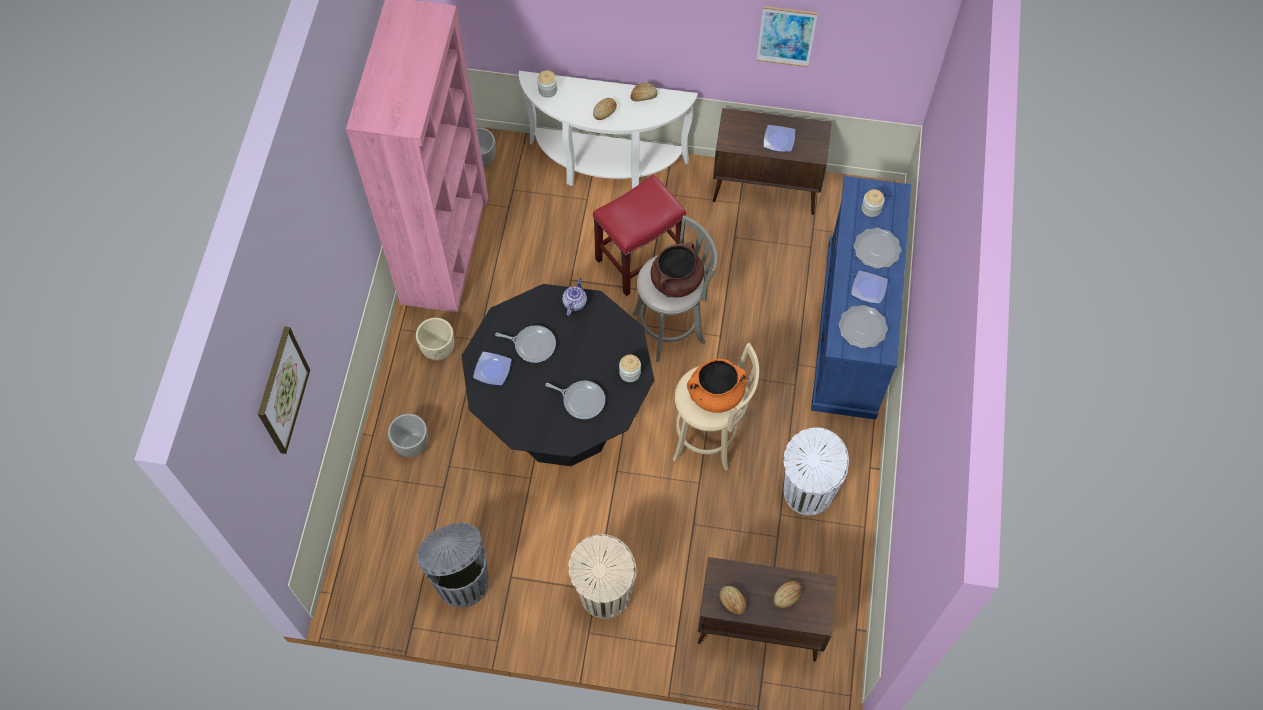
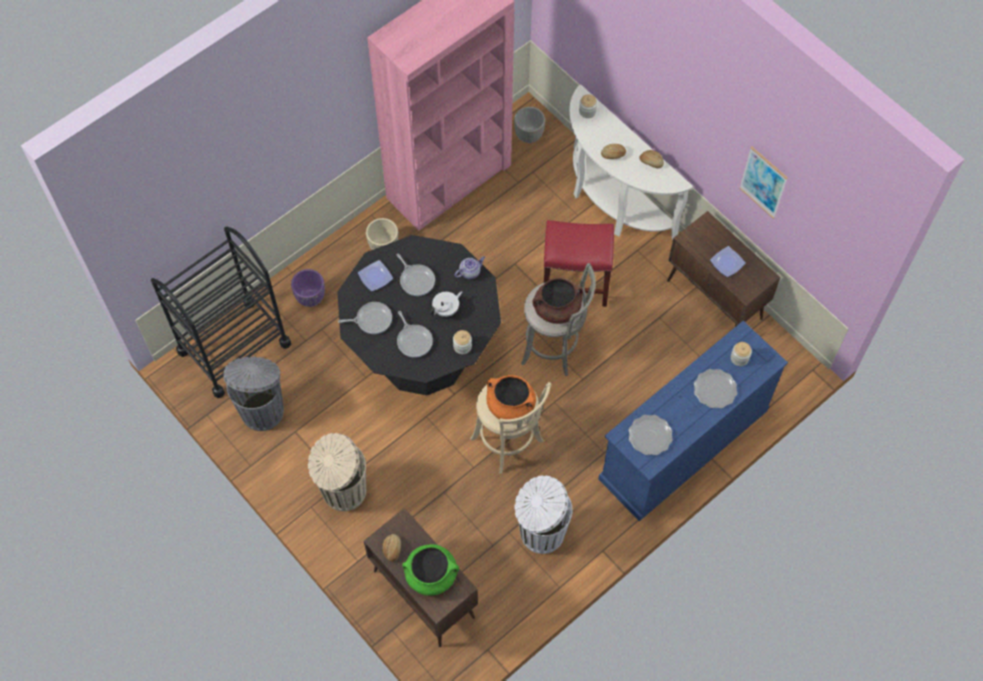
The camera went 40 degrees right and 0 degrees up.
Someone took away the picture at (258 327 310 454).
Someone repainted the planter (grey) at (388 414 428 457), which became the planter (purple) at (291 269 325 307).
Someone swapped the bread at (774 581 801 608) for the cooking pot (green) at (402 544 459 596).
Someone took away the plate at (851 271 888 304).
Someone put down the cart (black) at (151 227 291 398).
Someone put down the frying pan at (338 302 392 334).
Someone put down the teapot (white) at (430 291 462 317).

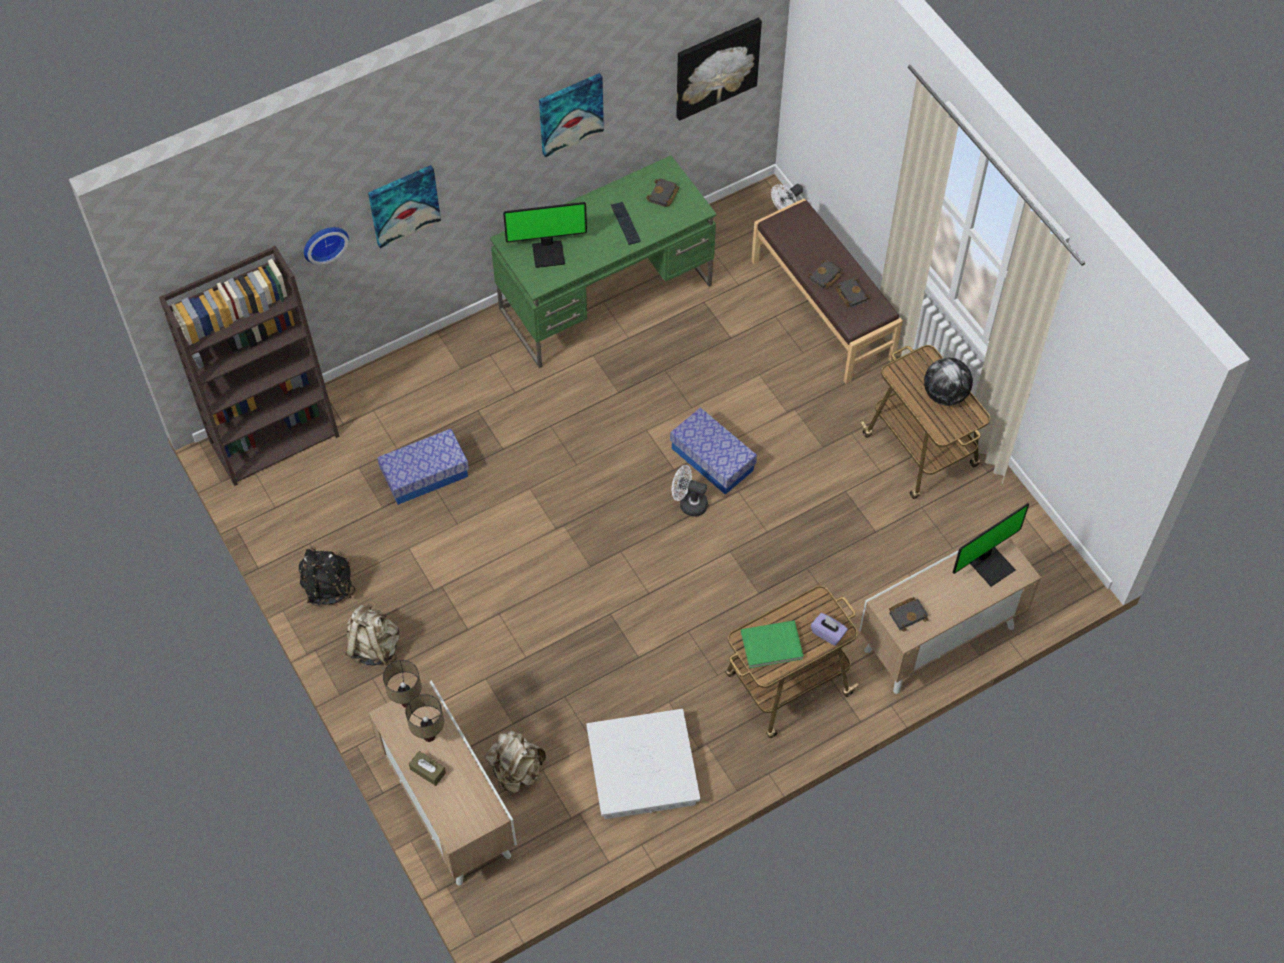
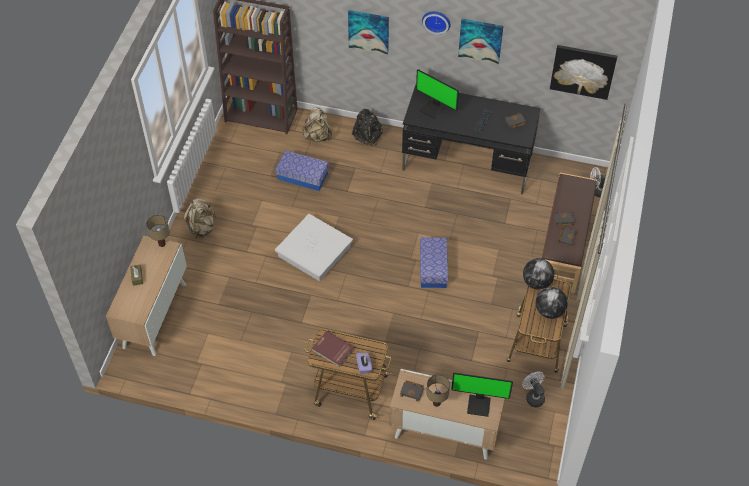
The camera went 45 degrees right and 5 degrees down.
Someone carried the backpack (black) from (299 547 356 606) to (352 109 383 146).
Someone carried the wall clock from (304 227 349 265) to (422 11 450 35).
Someone carried the table lamp from (405 694 444 742) to (426 374 450 407).
Someone carried the backpack (beige) from (486 730 546 793) to (302 107 332 142).
Someone repainted the desk (green) at (490 155 716 368), which became the desk (black) at (402 85 541 195).
Someone carried the storage box (white) from (586 709 700 819) to (275 214 353 281).
Someone carried the fan (white) from (671 465 708 517) to (522 372 545 407).
Someone repainted the book (green) at (741 620 804 668), which became the book (red) at (312 331 355 367).
Someone put down the globe at (523 258 554 290).

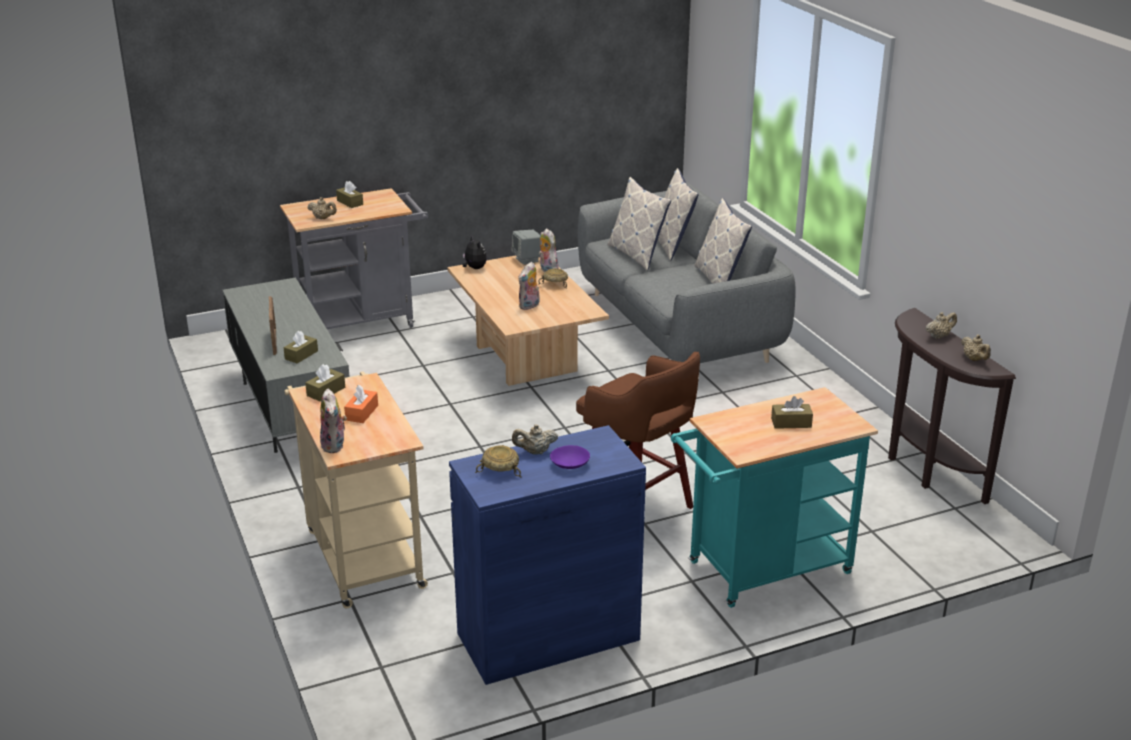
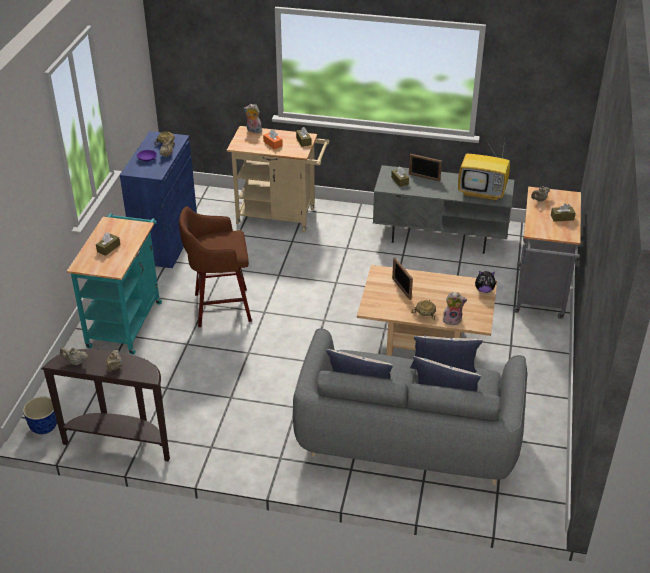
The camera went 125 degrees right and 10 degrees up.
Someone took away the speaker (grey) at (512 230 540 265).
Someone swapped the plush toy at (518 262 540 310) for the picture frame at (392 257 413 300).
Someone put down the planter at (23 396 57 434).
Someone put down the television at (458 140 510 201).

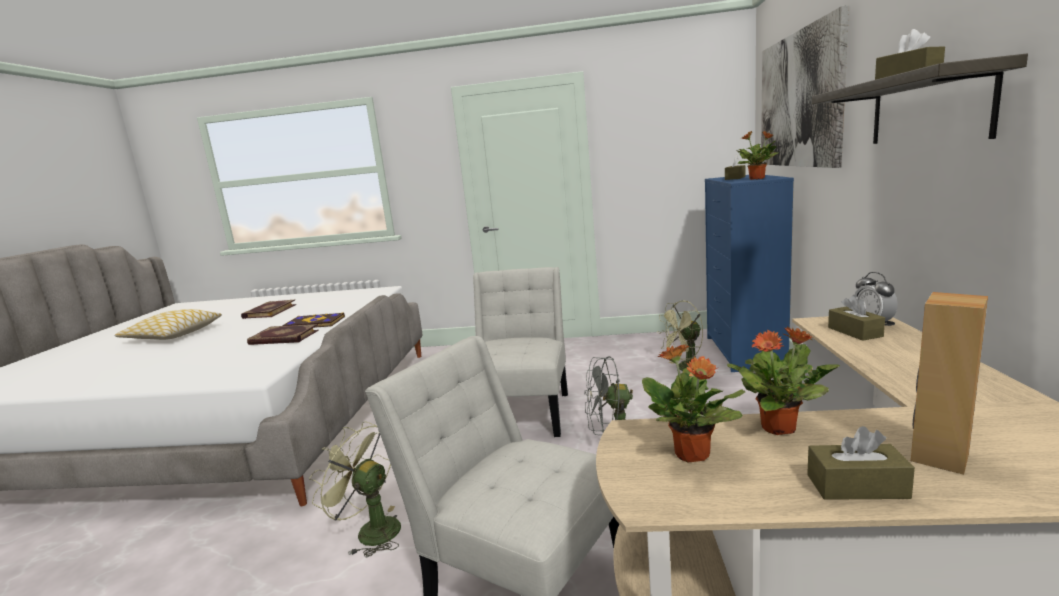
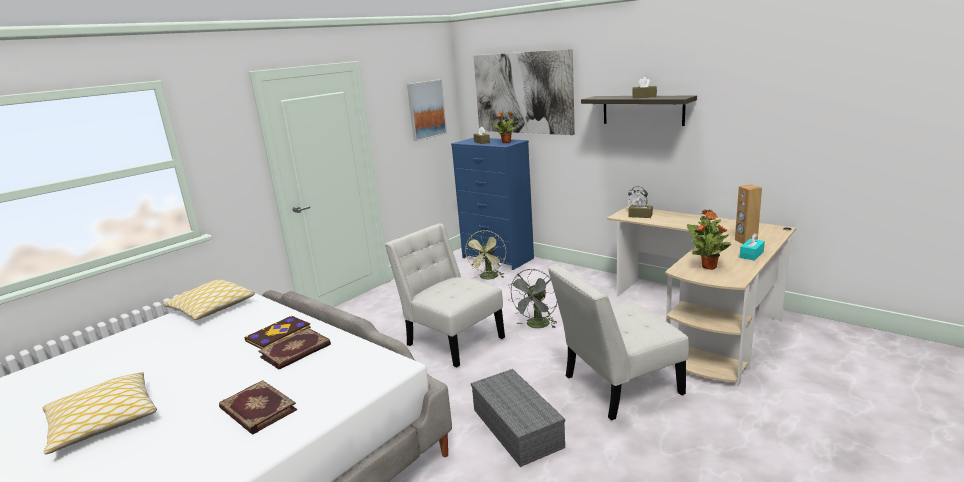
The camera went 55 degrees left and 5 degrees up.
Someone carried the book from (241 300 296 319) to (219 380 297 435).
Someone swapped the fan (green) at (309 421 401 557) for the storage box (grey) at (471 369 565 467).
Someone repainted the tissue box (brown) at (807 426 915 500), which became the tissue box (turquoise) at (740 233 765 261).
Someone put down the pillow at (163 280 255 320).
Someone put up the picture at (407 79 447 141).

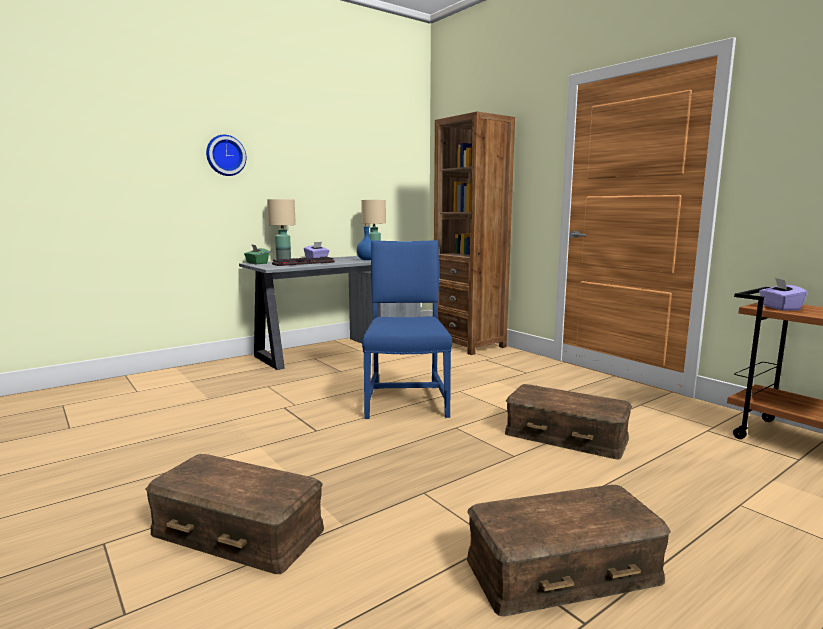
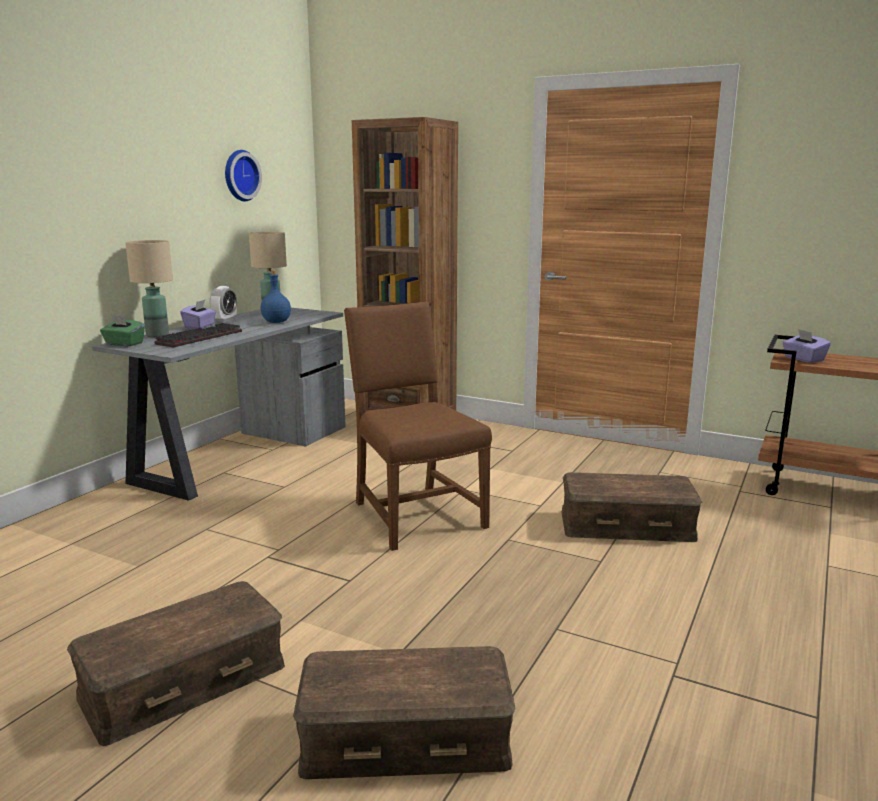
The camera went 25 degrees left and 5 degrees up.
Someone carried the wall clock from (206 135 246 176) to (225 150 262 201).
Someone repainted the chair (blue) at (362 240 452 419), which became the chair (brown) at (344 301 492 551).
Someone carried the storage box (brown) from (467 485 671 616) to (67 581 285 746).
Someone put down the alarm clock at (210 286 237 322).

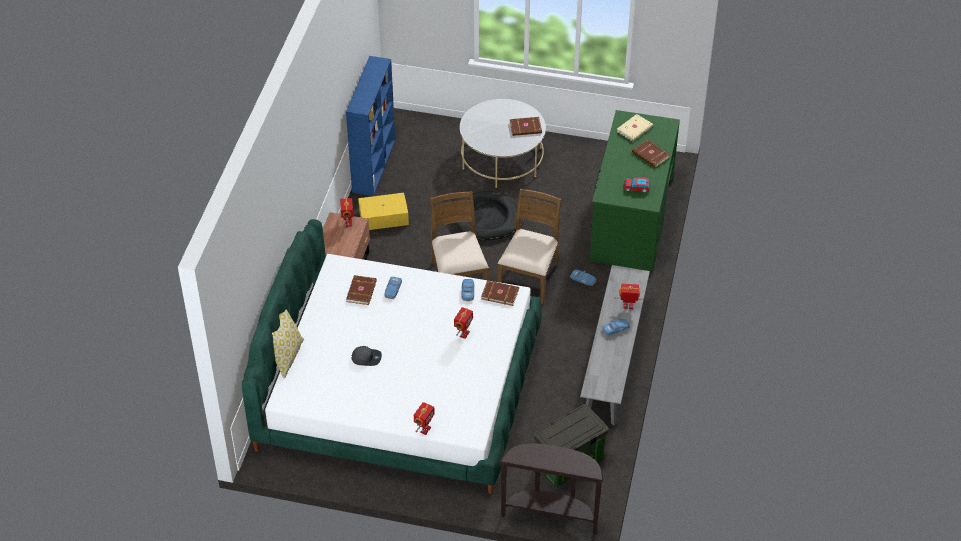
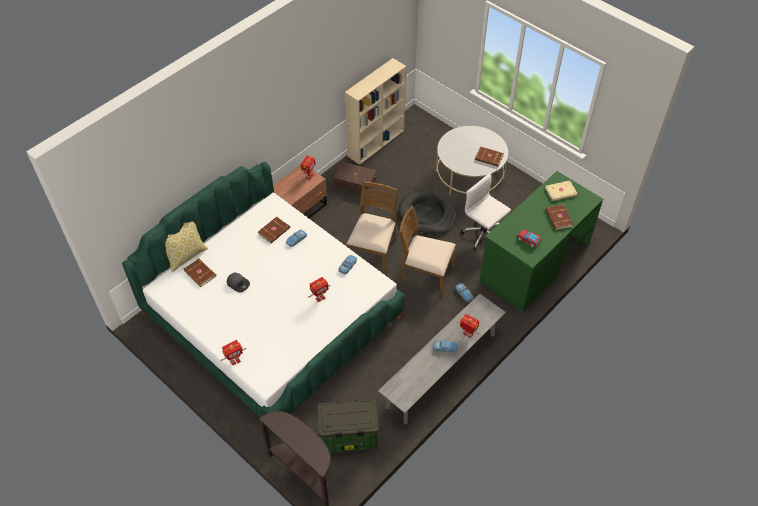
The camera went 30 degrees right and 5 degrees up.
Someone repainted the bookcase (blue) at (346 56 395 196), which became the bookcase (beige) at (345 58 406 165).
Someone repainted the storage box (yellow) at (358 193 409 230), which became the storage box (brown) at (334 162 376 194).
Someone carried the book (brown) from (481 280 519 306) to (184 258 216 287).
Someone rotated the chair (brown) at (497 189 561 305) by 120 degrees counterclockwise.
Someone put down the office chair (white) at (460 173 511 251).

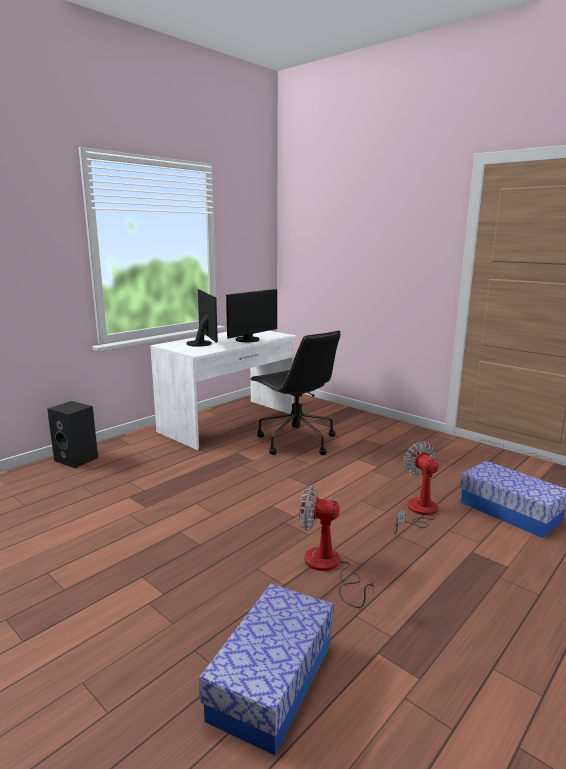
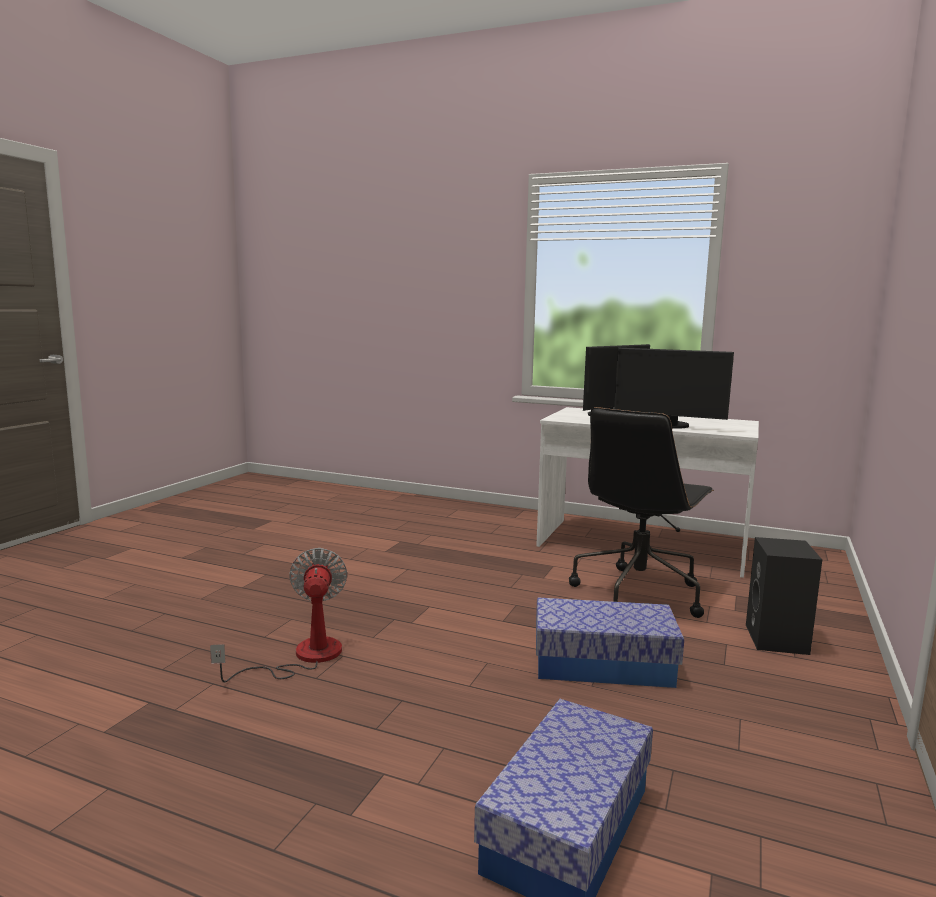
The camera went 70 degrees right and 5 degrees down.
Someone carried the speaker (black) from (47 401 98 468) to (746 537 822 655).
Someone carried the storage box from (199 583 334 755) to (536 597 684 688).
Someone took away the fan at (393 441 439 534).

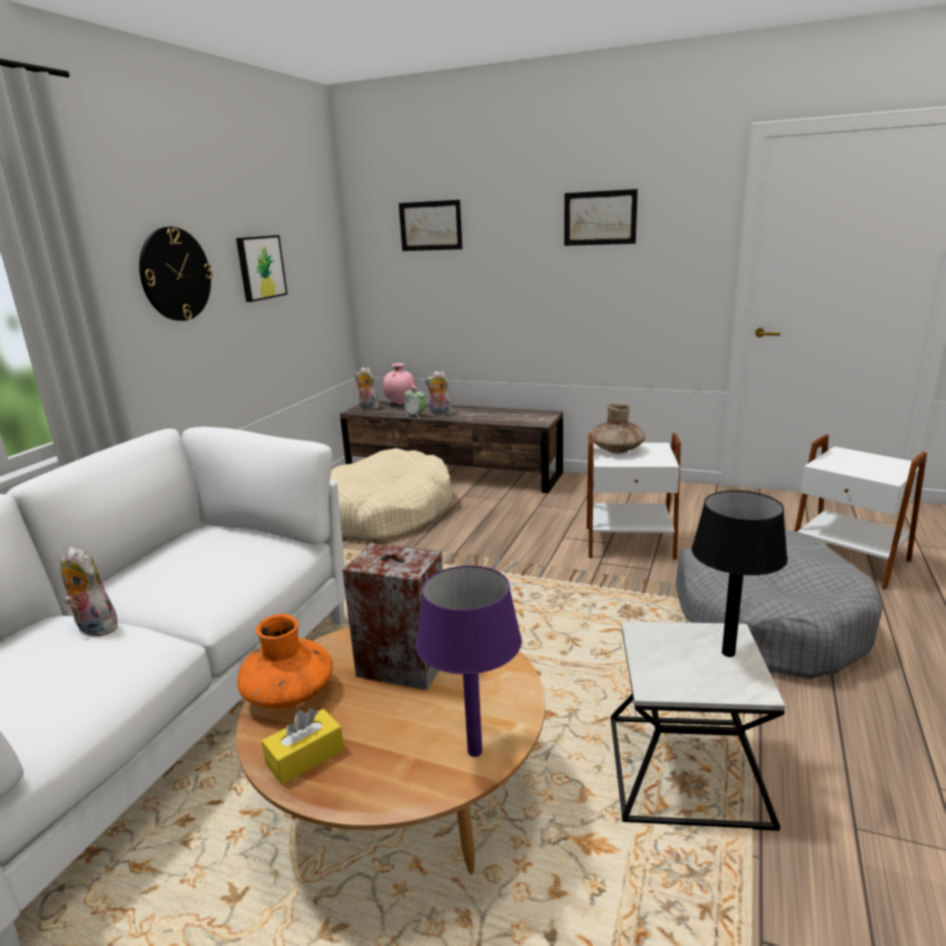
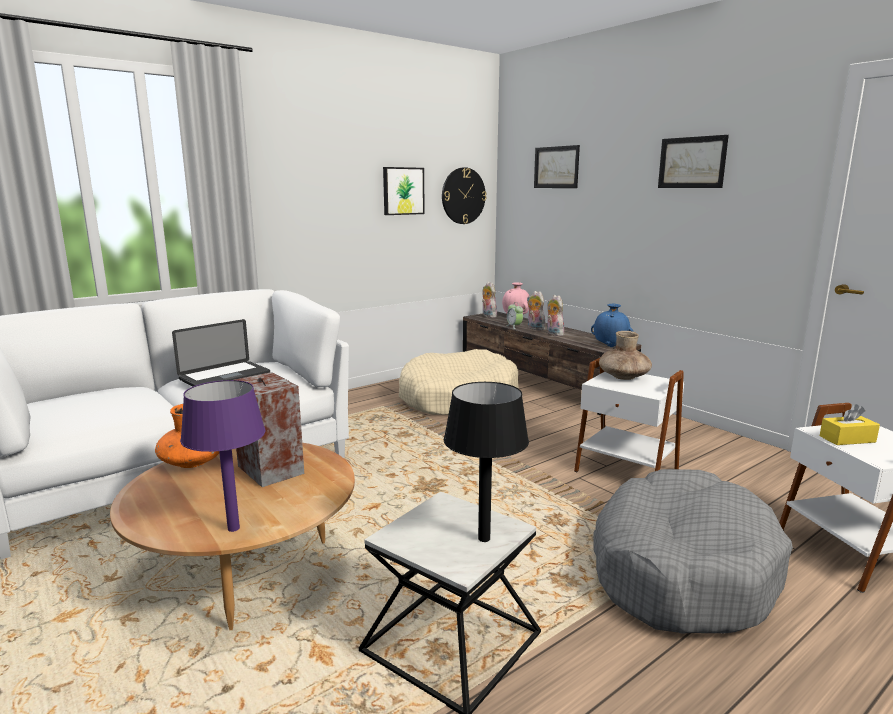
The camera went 30 degrees right and 5 degrees down.
Someone carried the plush toy from (60 547 118 636) to (547 295 564 336).
Someone carried the wall clock from (139 227 212 321) to (442 167 486 224).
Someone carried the tissue box (yellow) from (261 708 344 785) to (820 404 880 445).
Someone put down the laptop at (172 319 270 387).
Someone put down the vase (blue) at (591 304 633 347).

